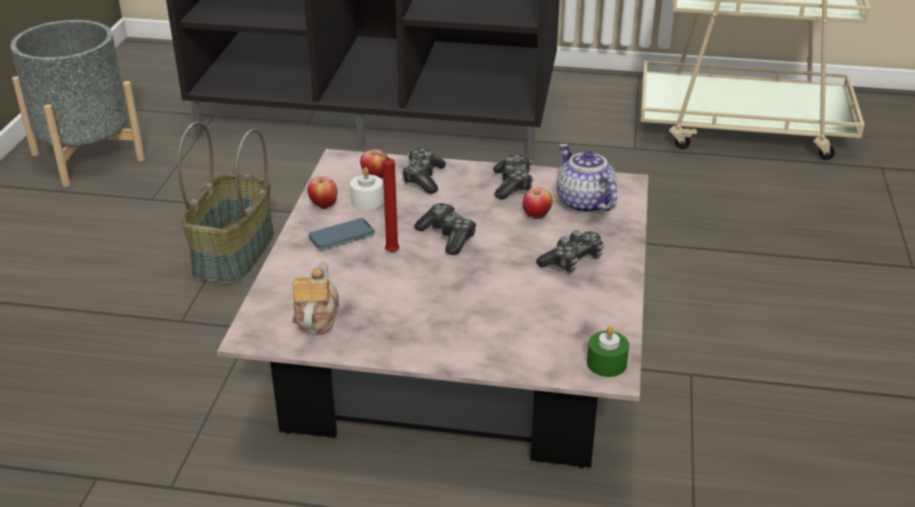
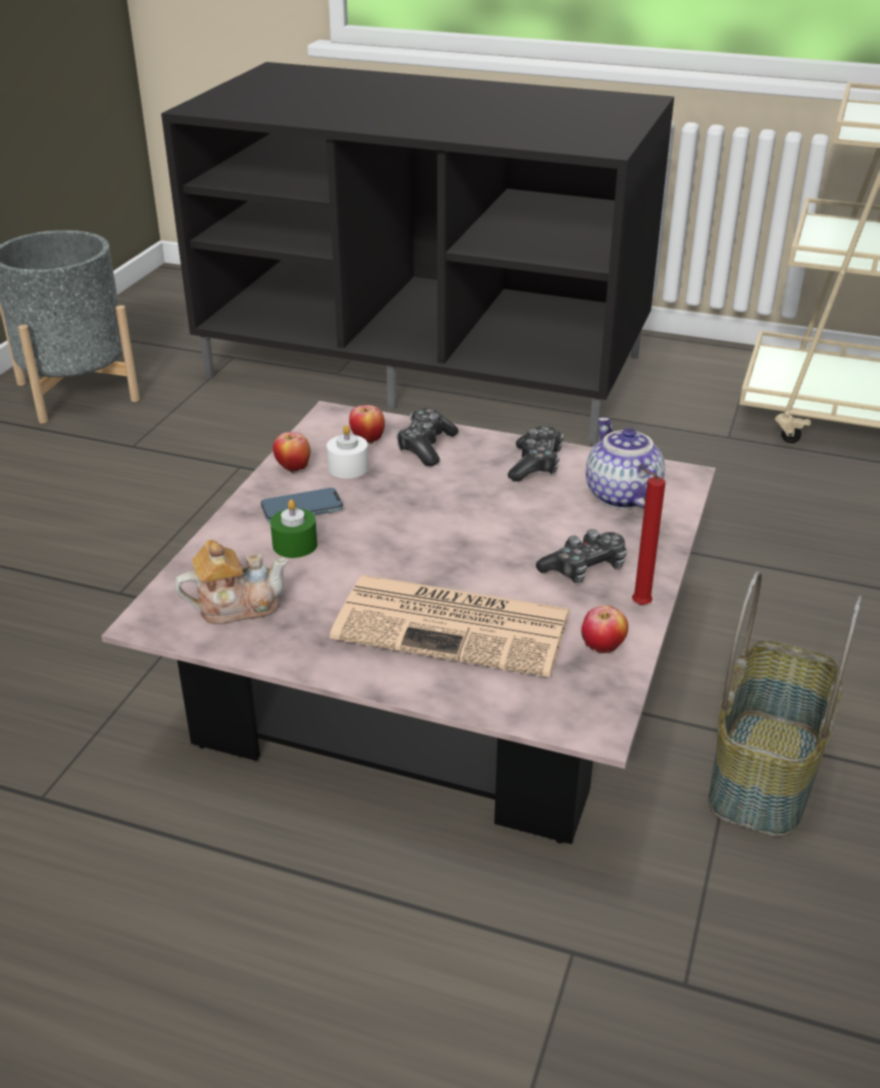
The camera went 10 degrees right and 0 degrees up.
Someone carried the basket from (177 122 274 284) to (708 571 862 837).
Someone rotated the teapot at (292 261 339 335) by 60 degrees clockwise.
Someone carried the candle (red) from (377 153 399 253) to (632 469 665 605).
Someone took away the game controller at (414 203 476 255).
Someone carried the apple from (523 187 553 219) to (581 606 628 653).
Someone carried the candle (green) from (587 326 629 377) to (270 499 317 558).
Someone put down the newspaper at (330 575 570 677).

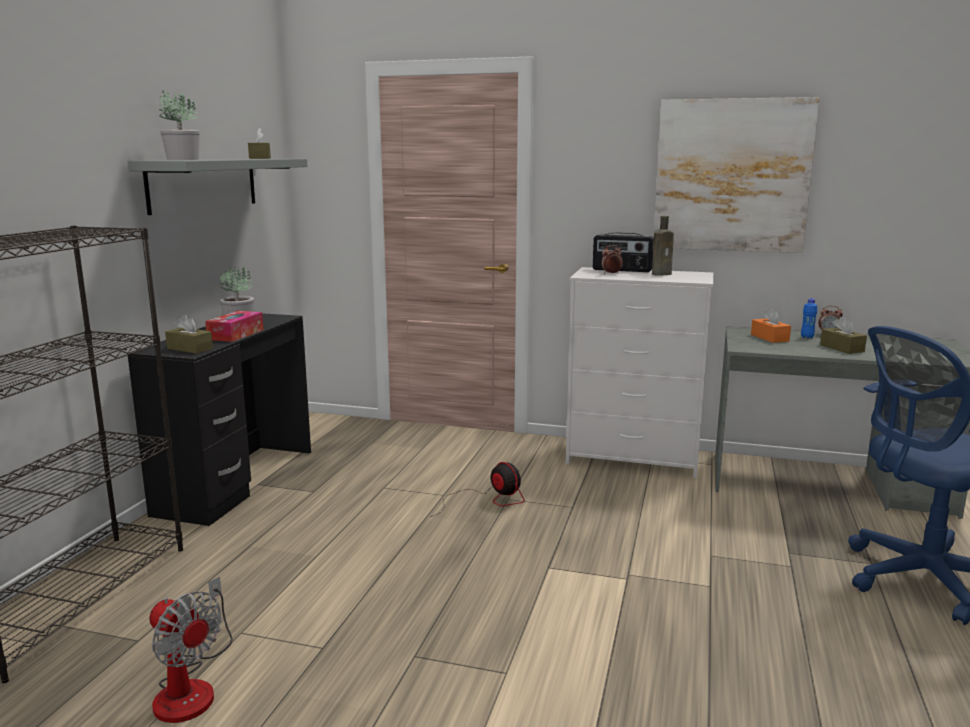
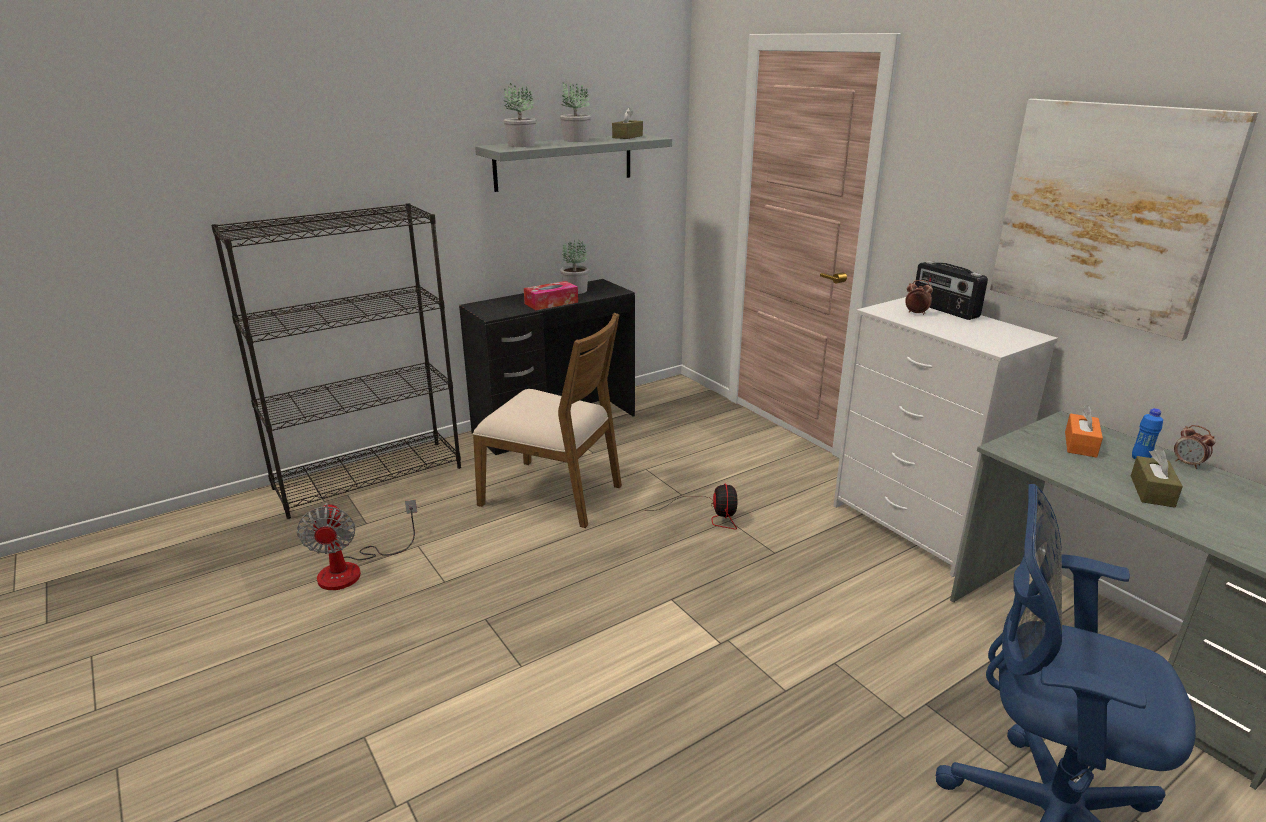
The camera went 40 degrees right and 10 degrees up.
Someone took away the tissue box (brown) at (165 315 213 354).
Someone took away the bottle (brown) at (652 216 674 276).
Someone put down the chair (brown) at (473 313 622 528).
Someone put down the potted plant at (560 81 591 142).

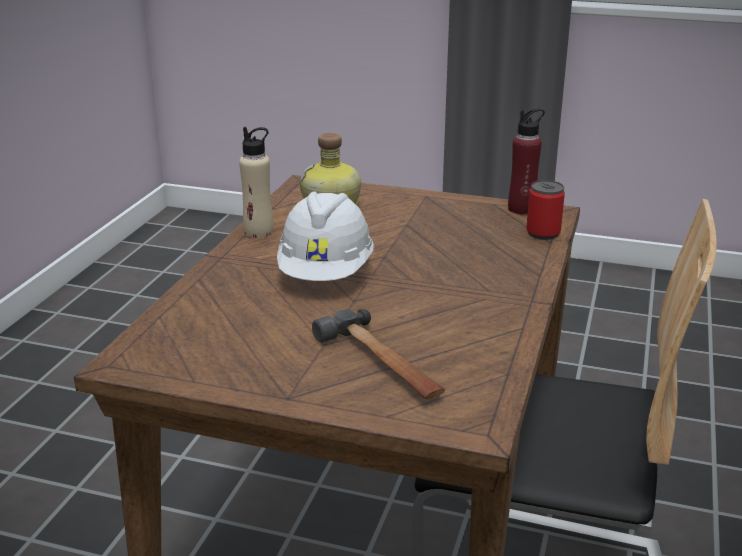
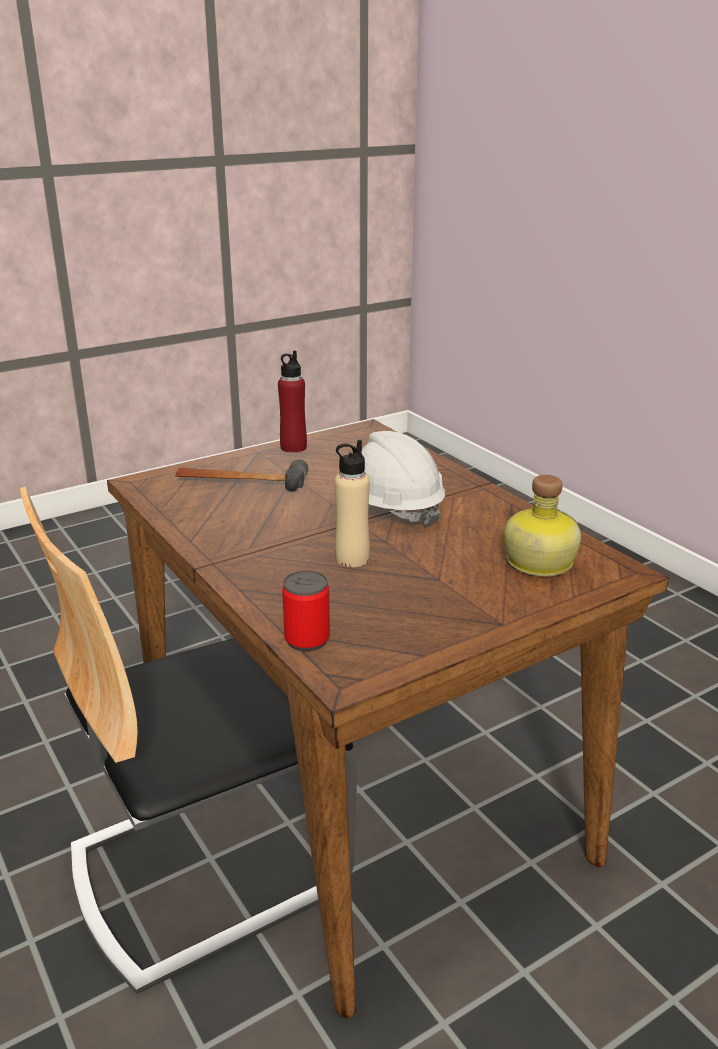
The camera went 130 degrees right and 0 degrees up.
Someone carried the bottle (beige) from (239 127 273 238) to (335 440 370 567).
Someone carried the bottle (red) from (508 109 545 215) to (278 350 307 453).

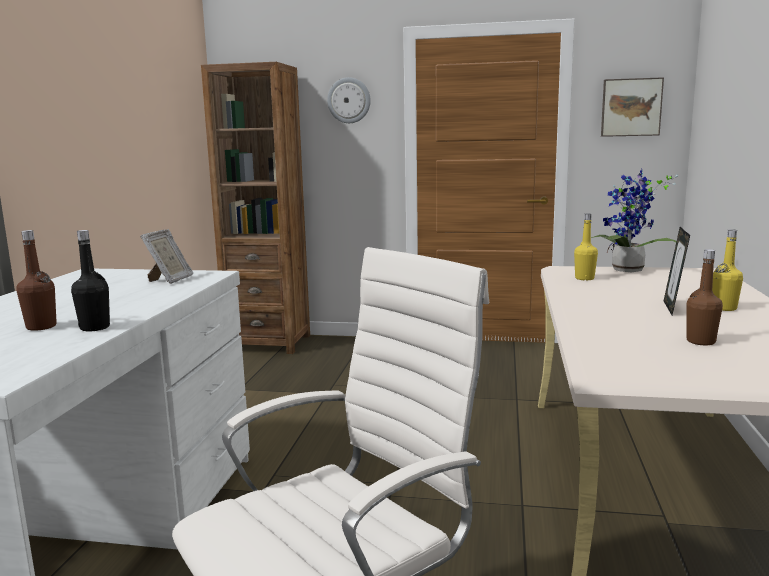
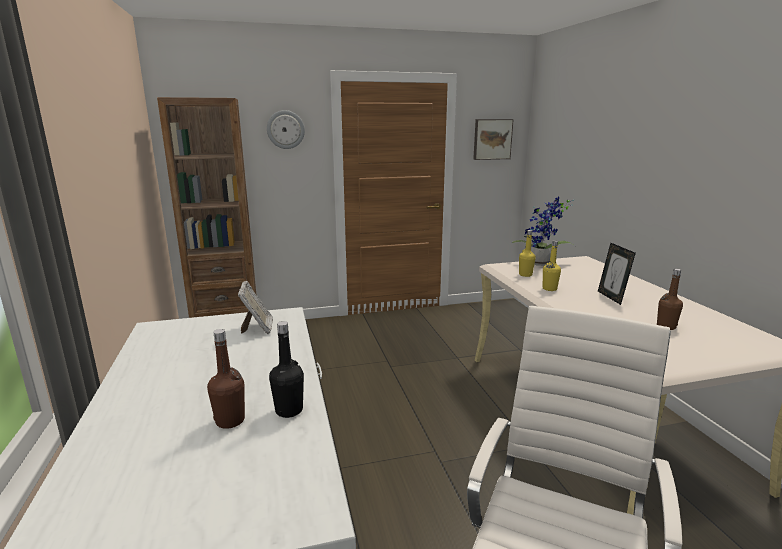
The camera went 25 degrees left and 5 degrees up.
Someone carried the bottle (yellow) from (712 229 743 311) to (543 240 561 291).

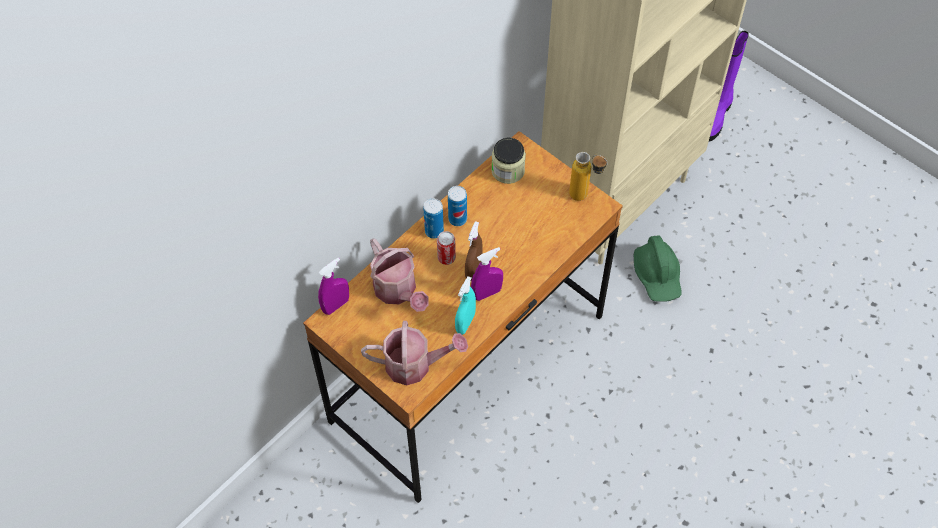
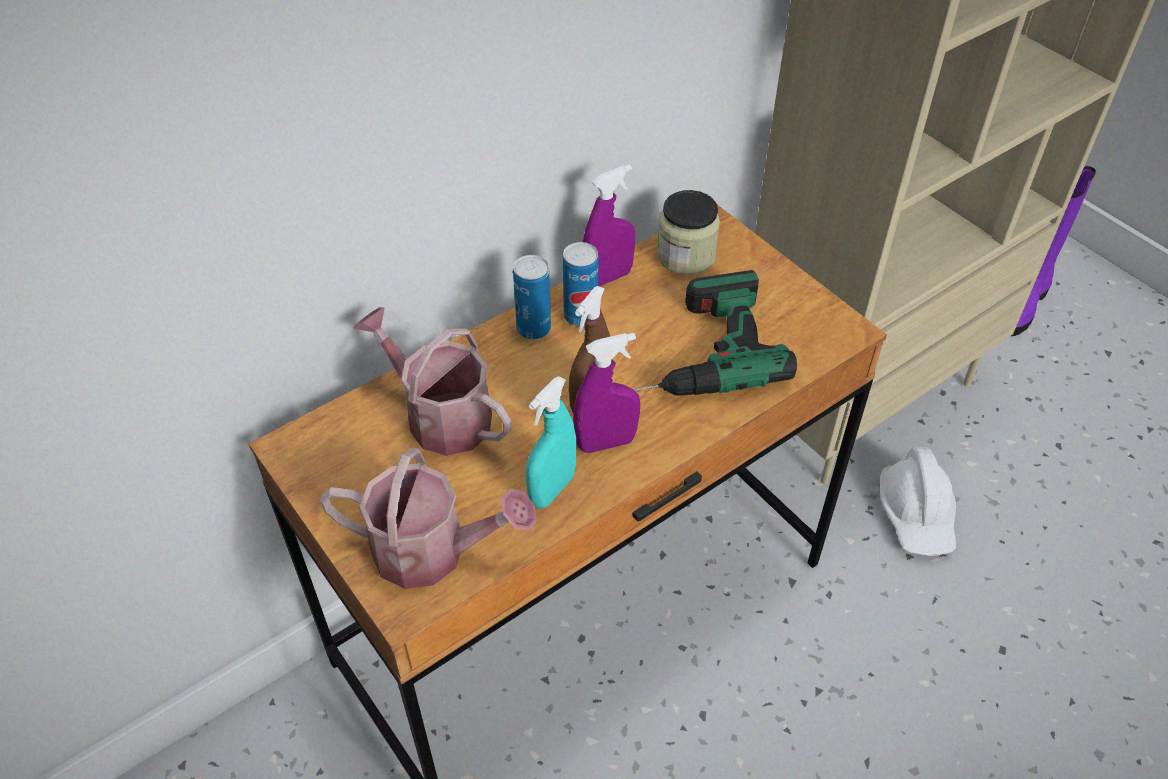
The camera went 10 degrees right and 10 degrees down.
Someone carried the spray bottle (purple) from (318 257 349 315) to (583 164 635 287).
Someone rotated the watering can at (370 239 429 312) by 150 degrees clockwise.
Someone took away the can at (437 231 456 265).
Someone took away the bottle at (569 152 608 201).
Someone repainted the hard hat (green) at (634 235 682 302), which became the hard hat (white) at (880 447 956 556).
Someone put down the power drill at (634 270 797 396).

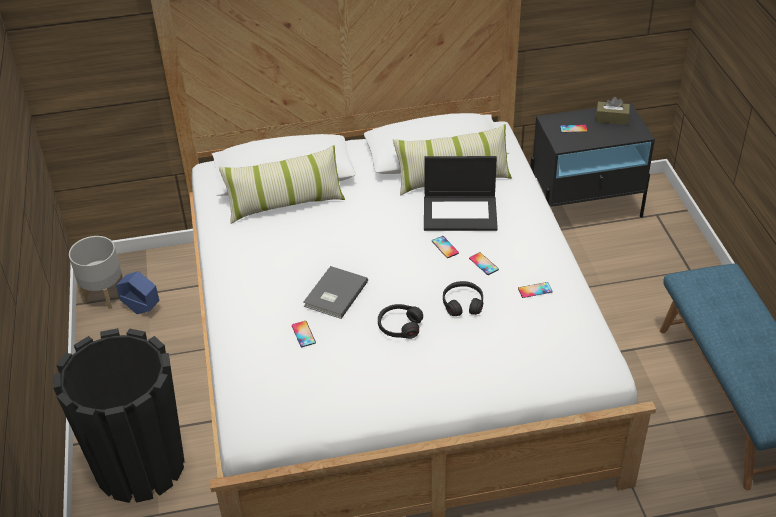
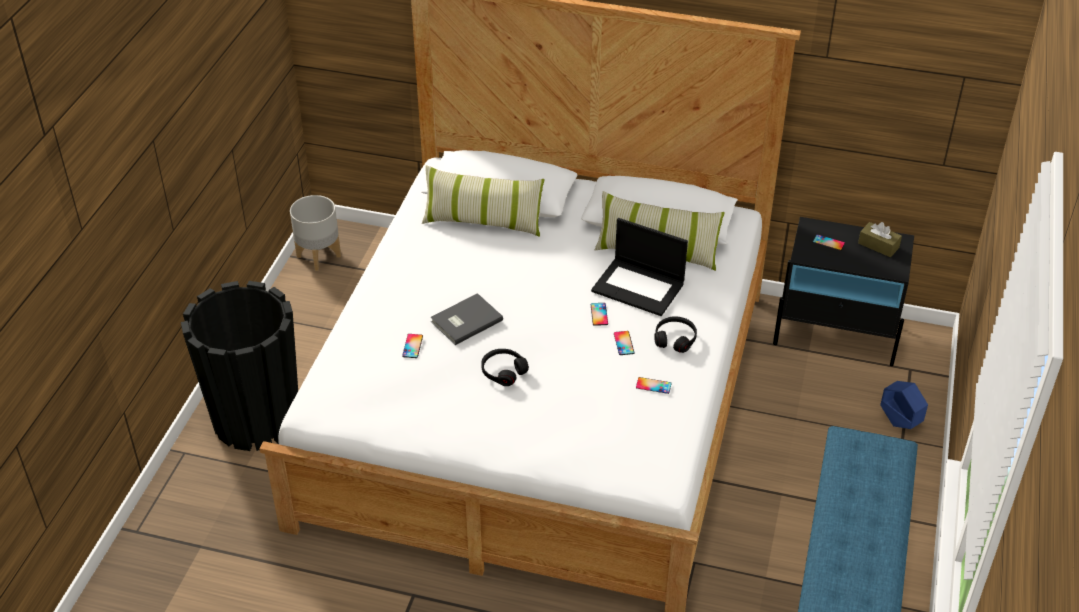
The camera went 25 degrees right and 0 degrees up.
Someone carried the planter (blue) from (116 271 159 314) to (880 381 928 429).
Someone carried the headphones (black) from (443 281 483 316) to (654 316 697 353).

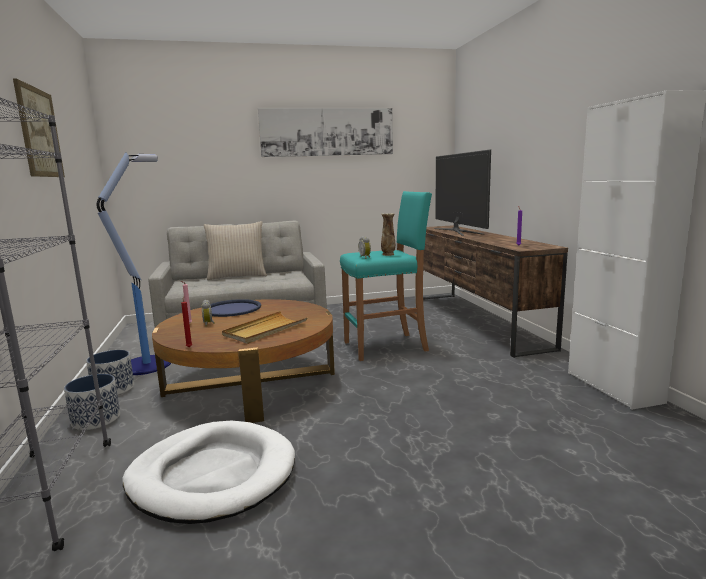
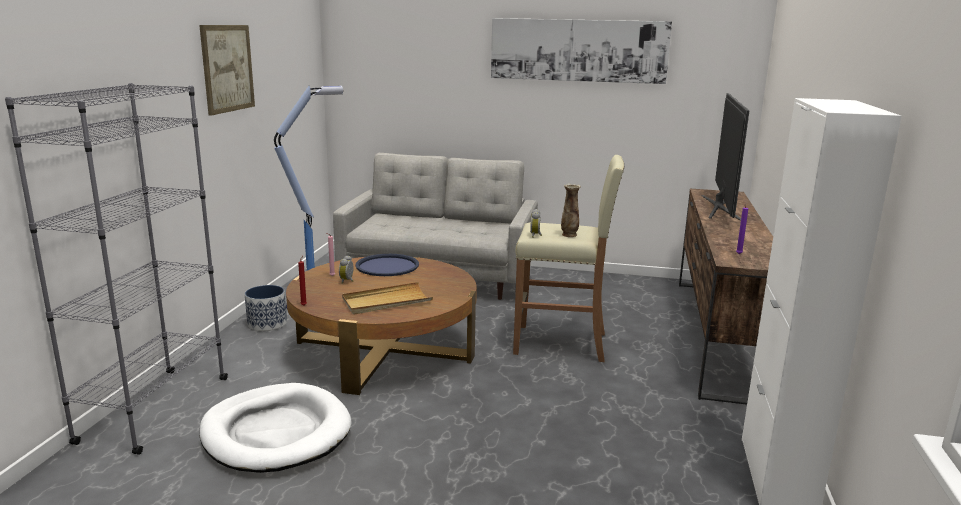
The camera went 25 degrees right and 5 degrees up.
Someone took away the planter at (64 374 120 430).
Someone took away the pillow (beige) at (204 221 267 280).
Someone repainted the stool (turquoise) at (340 191 432 361), which became the stool (beige) at (513 155 624 362).

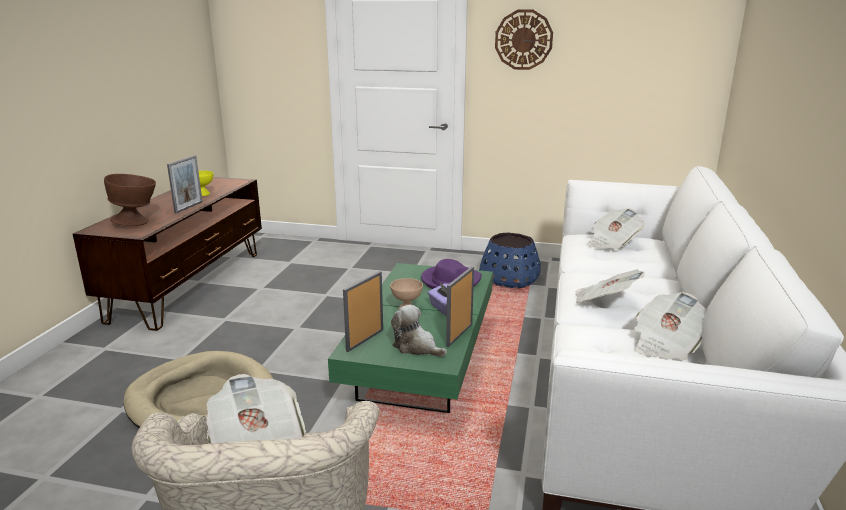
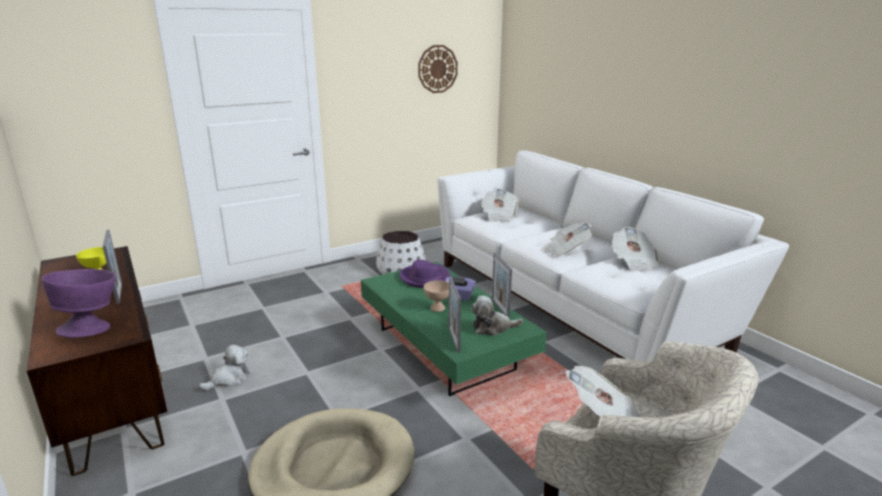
The camera went 45 degrees left and 0 degrees up.
Someone repainted the bowl (brown) at (104 174 156 226), which became the bowl (purple) at (42 269 116 338).
Someone repainted the planter (blue) at (479 233 541 288), which became the planter (white) at (376 231 426 275).
Someone carried the wall clock from (495 10 553 70) to (418 45 458 93).
Someone put down the plush toy at (199 344 249 390).

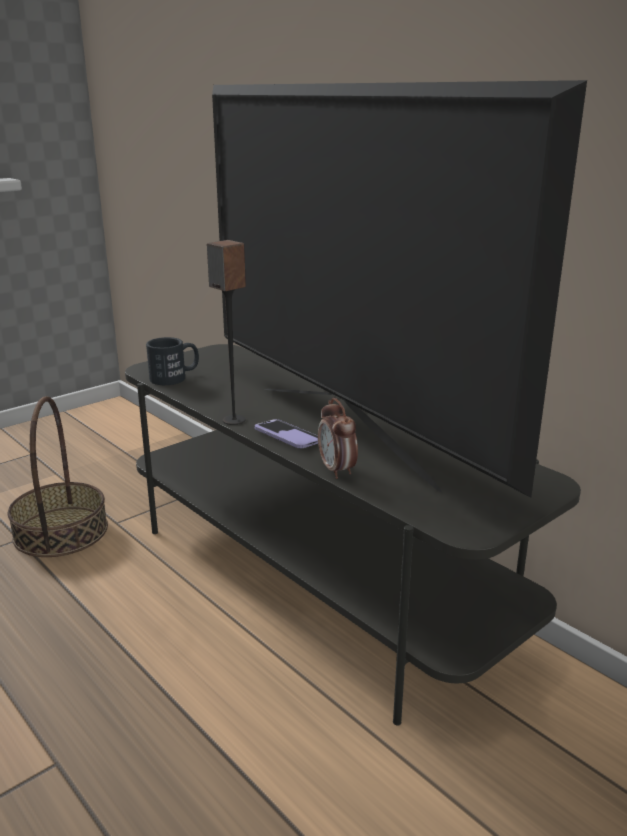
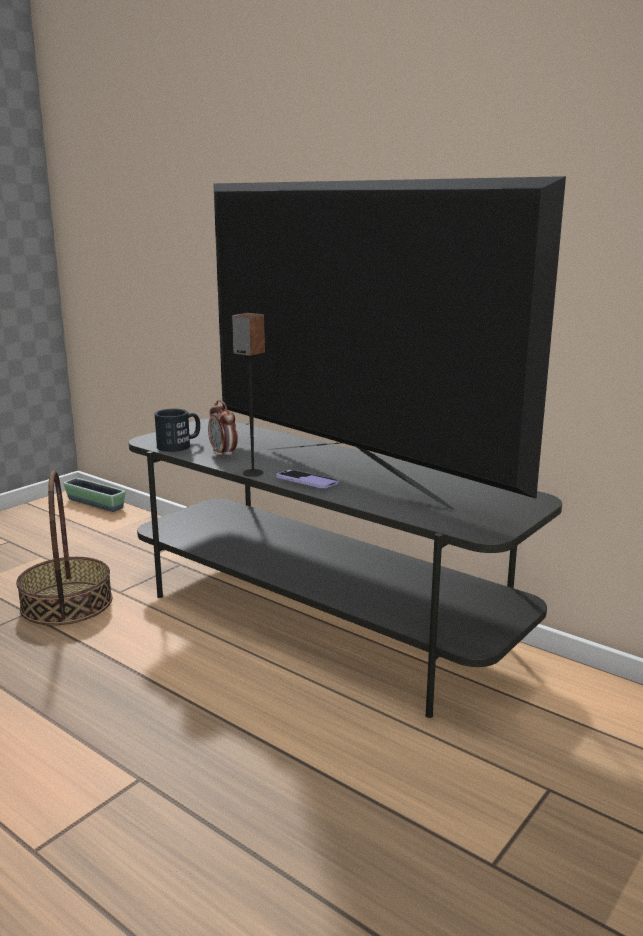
The camera went 10 degrees left and 5 degrees down.
Someone carried the alarm clock from (318 398 358 479) to (208 400 238 458).
Someone put down the planter at (63 478 125 512).

